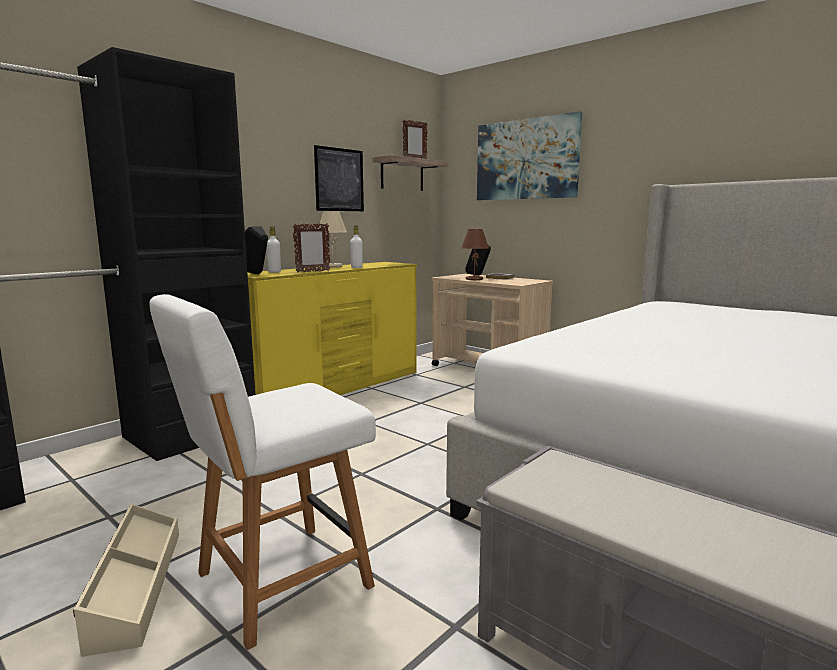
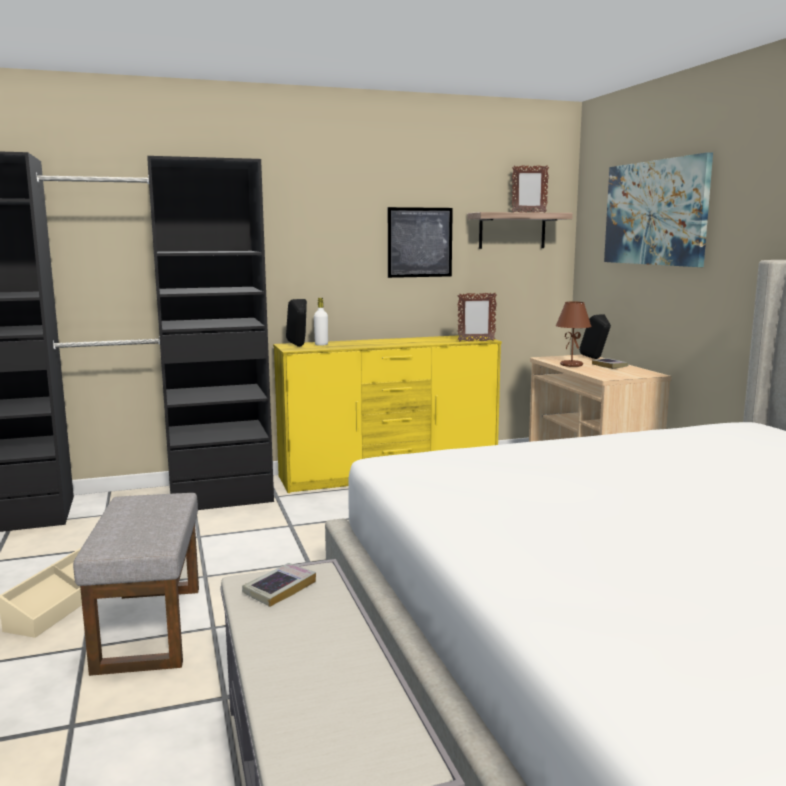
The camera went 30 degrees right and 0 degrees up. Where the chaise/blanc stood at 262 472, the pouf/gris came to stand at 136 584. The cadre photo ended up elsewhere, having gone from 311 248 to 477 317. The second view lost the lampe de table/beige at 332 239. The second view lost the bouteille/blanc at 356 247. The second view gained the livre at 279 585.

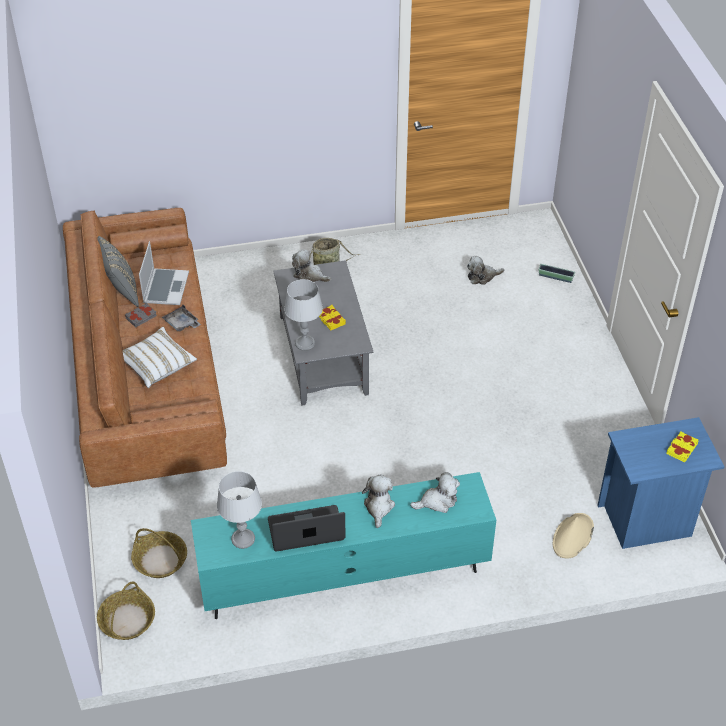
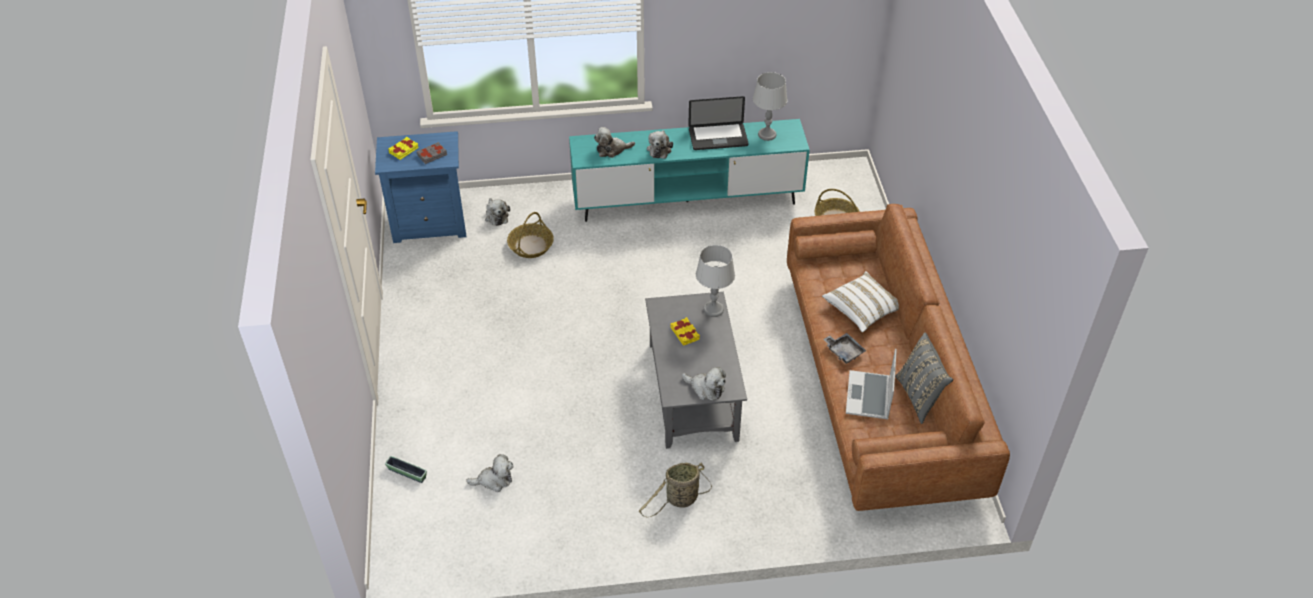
The camera went 175 degrees left and 0 degrees up. The panier ended up elsewhere, having gone from 126 610 to 530 235. The livre/gris ended up elsewhere, having gone from 141 315 to 432 153. Where the chapeau/beige stood at 573 535, the peluche came to stand at 497 212.

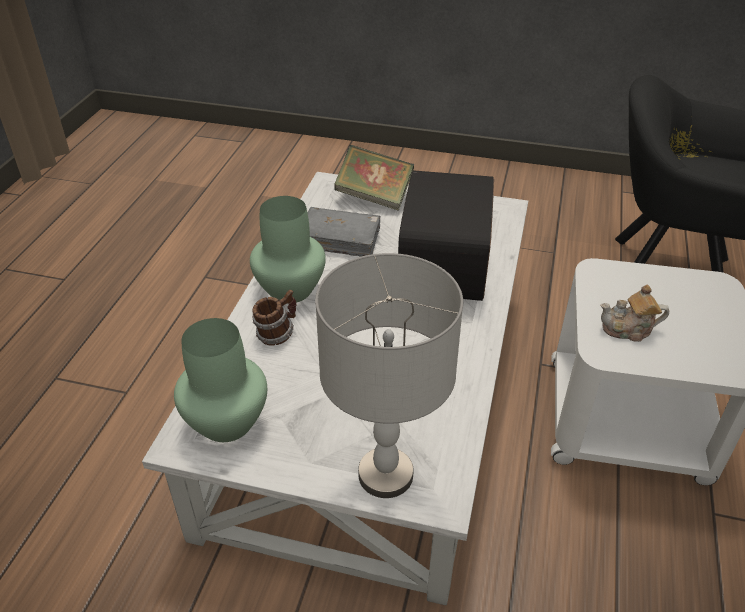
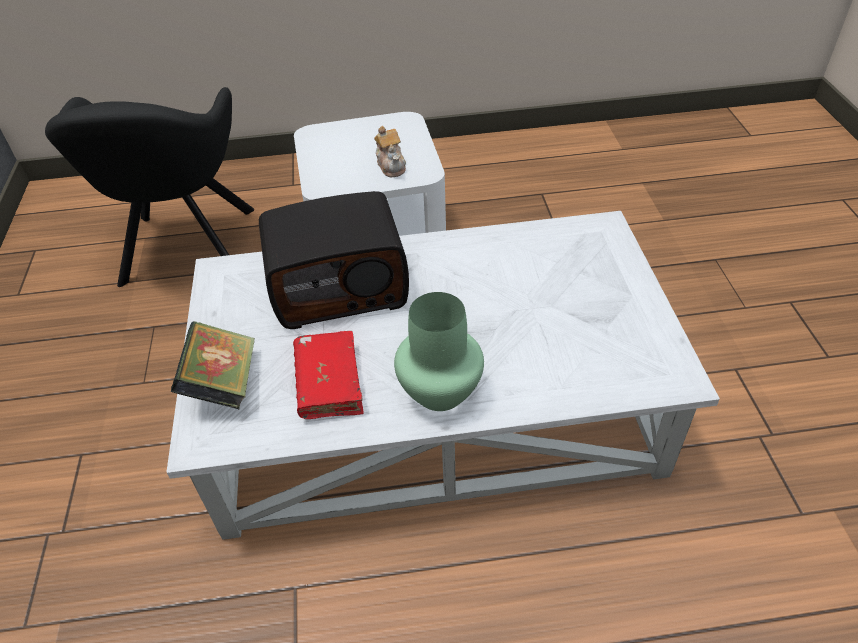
The camera went 110 degrees left and 5 degrees up. The second view lost the vase/vert at 220 380. The second view lost the mug at 274 318. What was the livre/gris at 344 232 turned into the livre/rouge at 328 375. The second view lost the lampe de table/gris at 389 375.

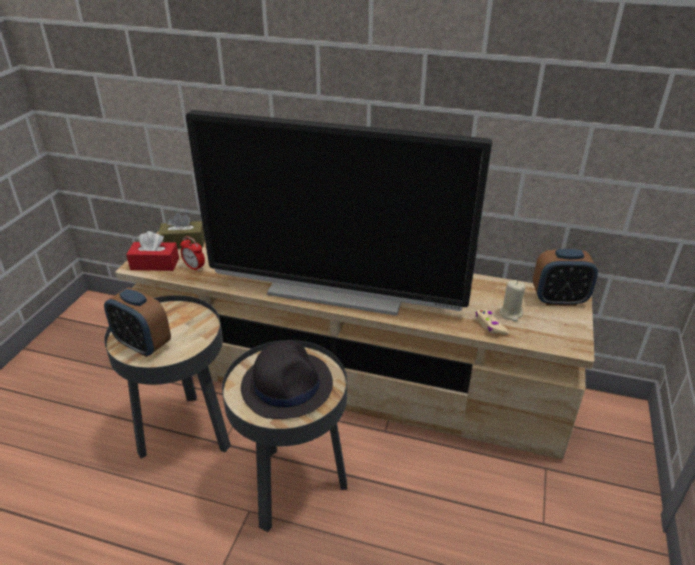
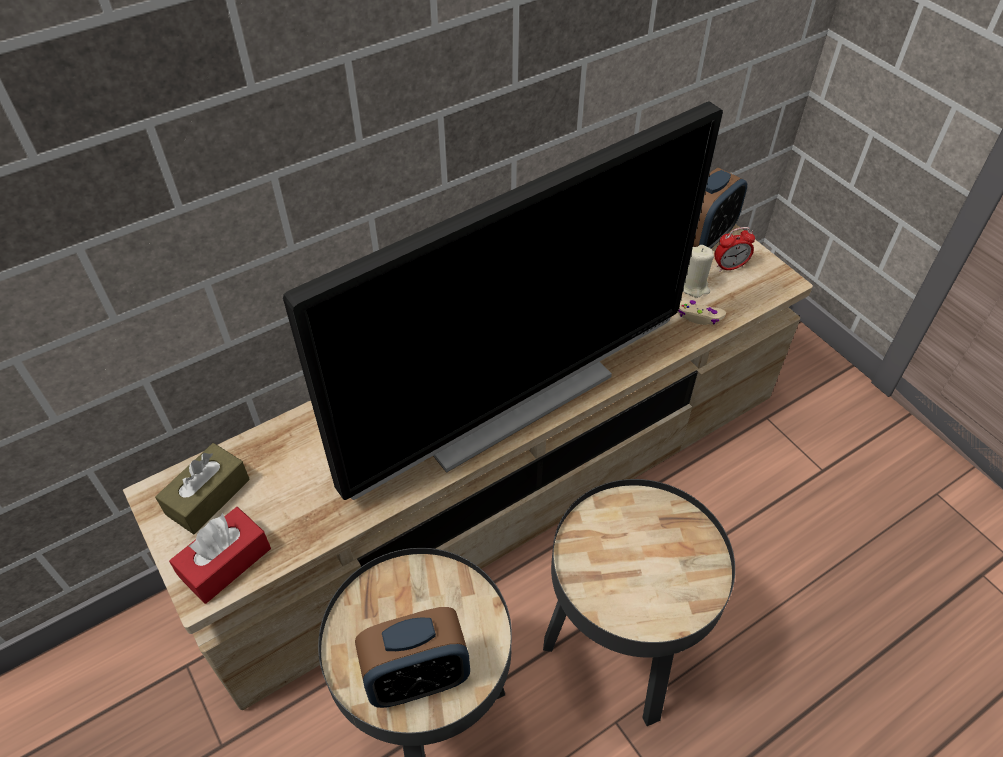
The camera went 50 degrees left and 15 degrees up. The réveil ended up elsewhere, having gone from 192 254 to 734 249. The second view lost the chapeau/noir at 287 380.

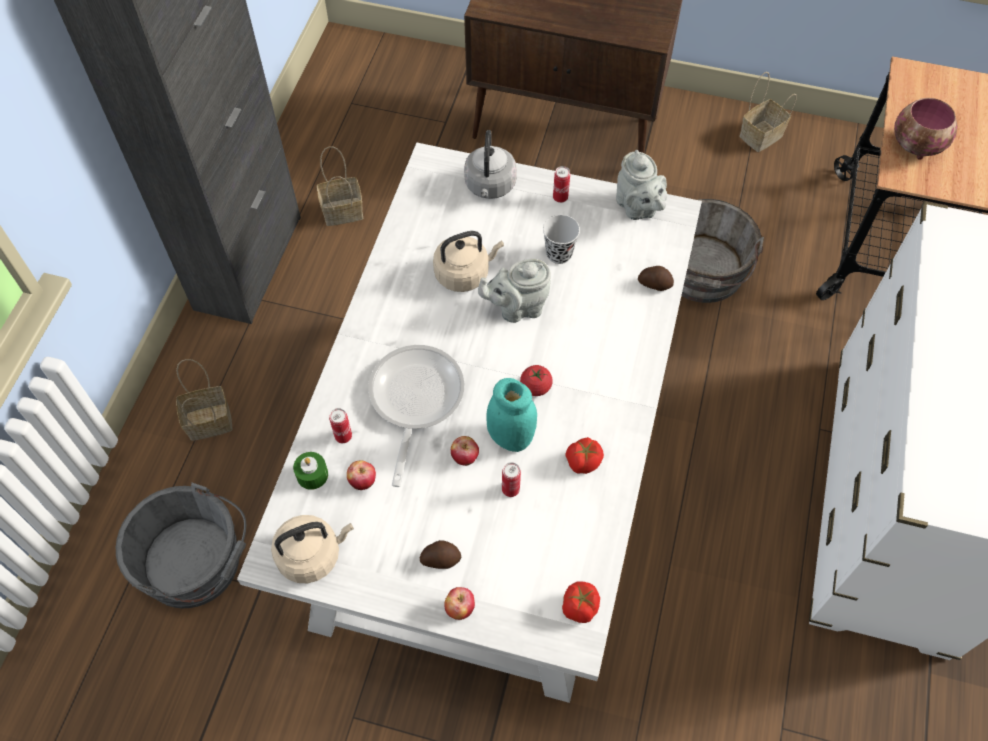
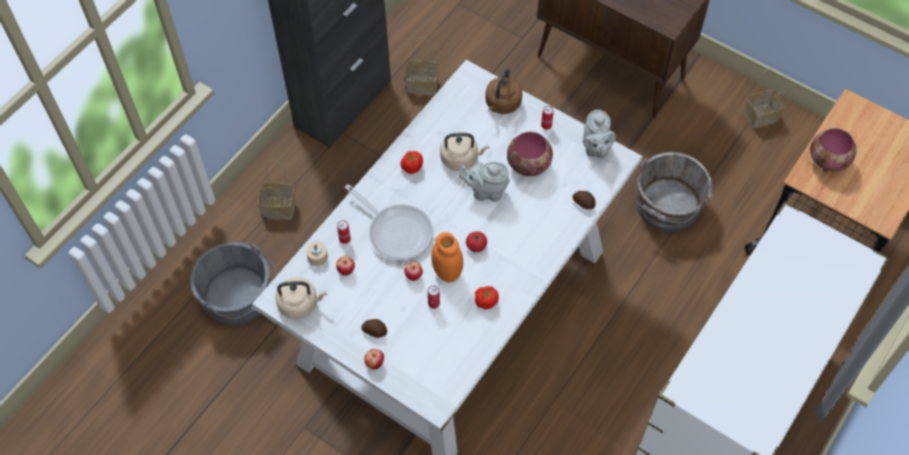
The camera went 20 degrees right and 0 degrees up. What was the bougie/vert at 310 471 turned into the bougie/beige at 317 254. The poêle at 416 416 ended up facing another way, 105 degrees clockwise from before. What was the bouilloire/gris at 490 164 turned into the bouilloire/marron at 503 91. What was the bocal/turquoise at 512 415 turned into the bocal/orange at 447 257. Where the tasse/noir stood at 561 239, the bol came to stand at 530 153. The tomate ended up elsewhere, having gone from 581 602 to 411 162.

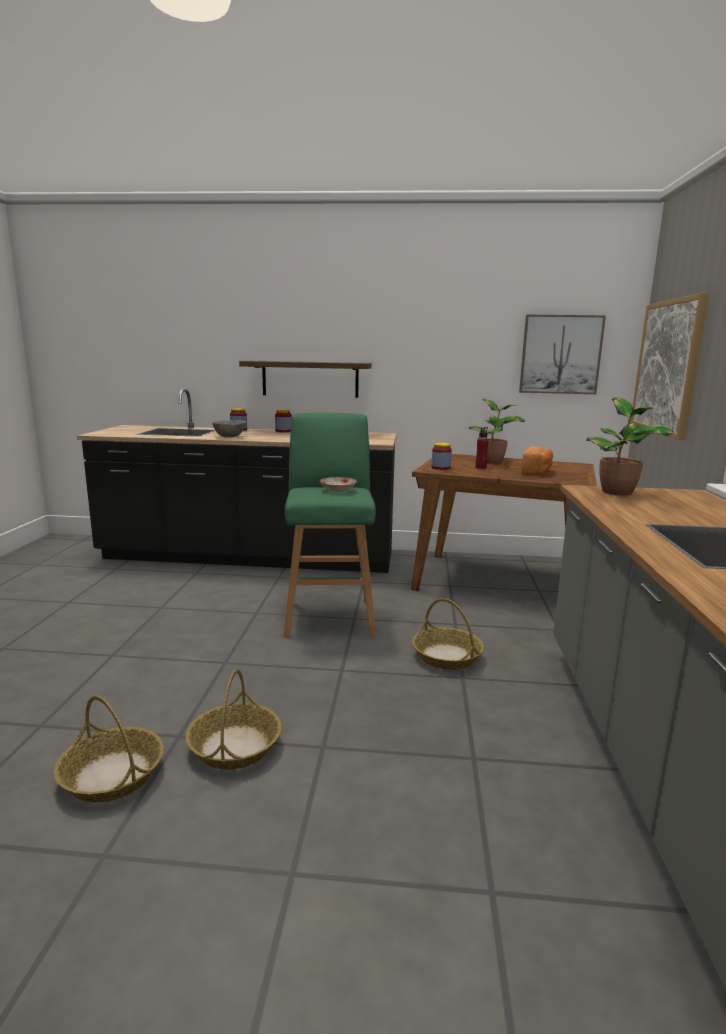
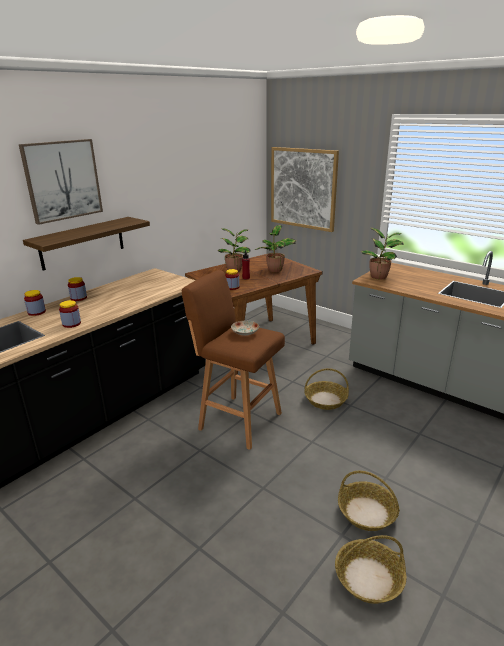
The camera went 55 degrees left and 10 degrees up. Where the bol/gris stood at 229 429, the bocal came to stand at 70 314. What was the tabouret/vert at 330 524 turned into the tabouret/marron at 233 360. The tableau ended up elsewhere, having gone from 562 354 to 61 182. Where the pain stood at 537 460, the plante en pot came to stand at 275 248.

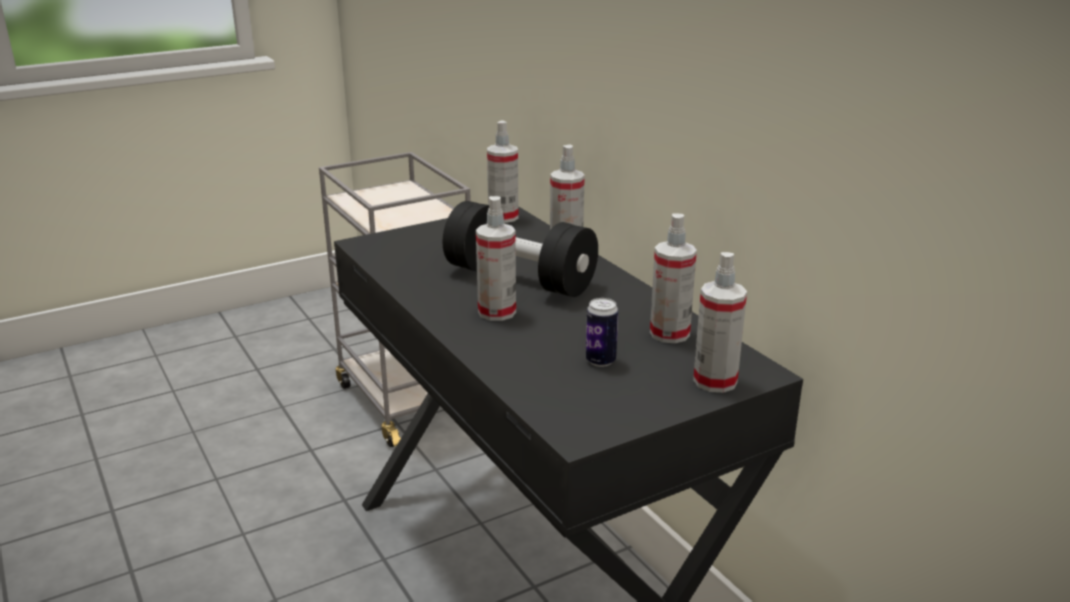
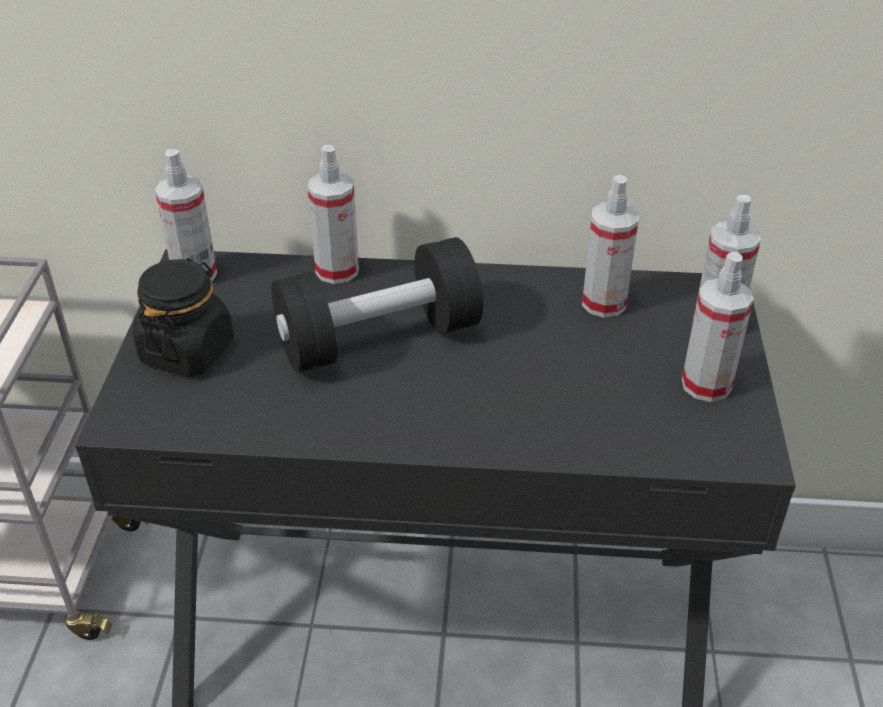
The camera went 55 degrees left and 15 degrees up. The vaporisateur ended up elsewhere, having gone from 496 258 to 718 327. The second view lost the boîte métallique at 602 332. The second view gained the bocal/noir at 183 317.

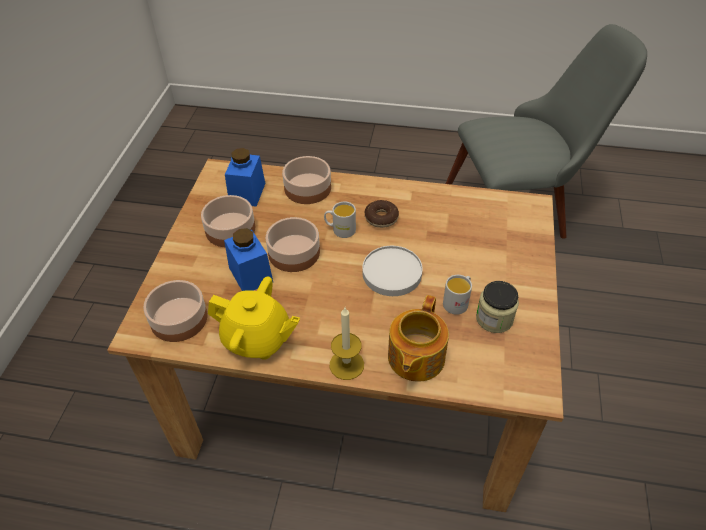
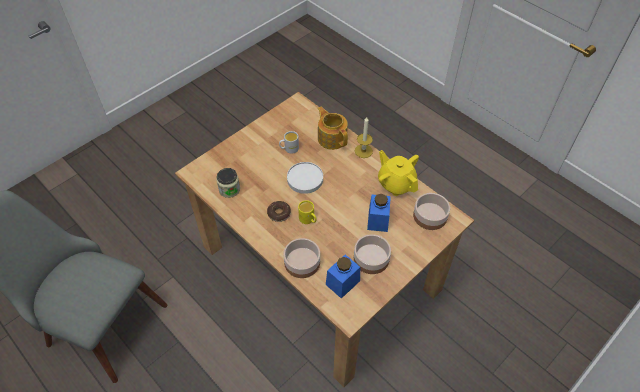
The camera went 145 degrees left and 5 degrees up. The second view lost the bol at 293 244. What was the mug/blanc at 340 220 turned into the mug/jaune at 307 212. The théière at 418 338 ended up facing another way, 90 degrees counterclockwise from before. The bocal ended up elsewhere, having gone from 497 307 to 228 183.

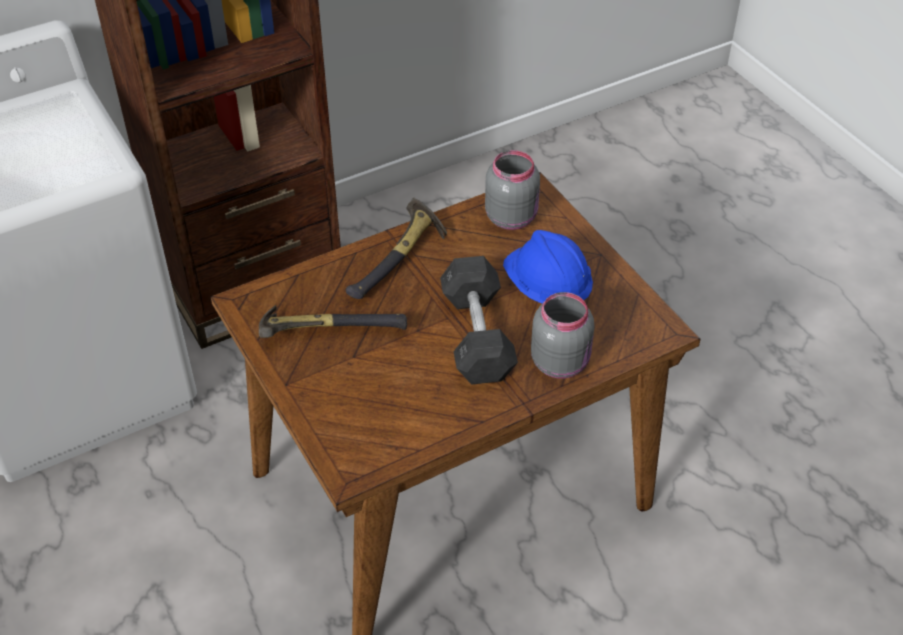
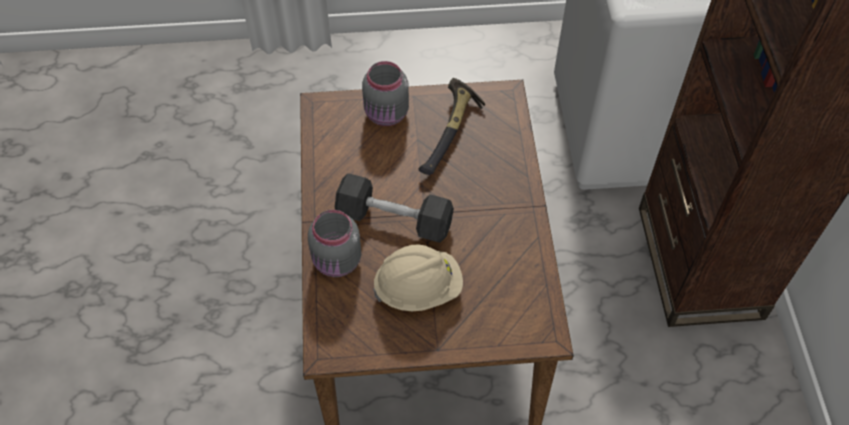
The camera went 115 degrees right and 10 degrees up. The second view lost the marteau at 396 248. The bocal/gris ended up elsewhere, having gone from 512 190 to 385 93. What was the casque de chantier/bleu at 548 267 turned into the casque de chantier/beige at 418 277.

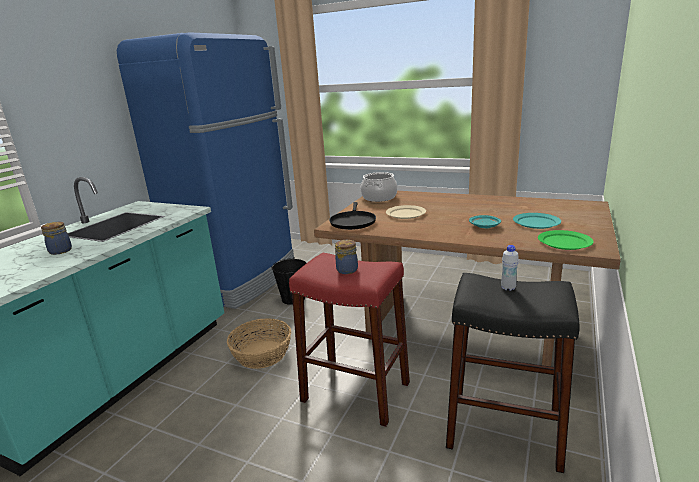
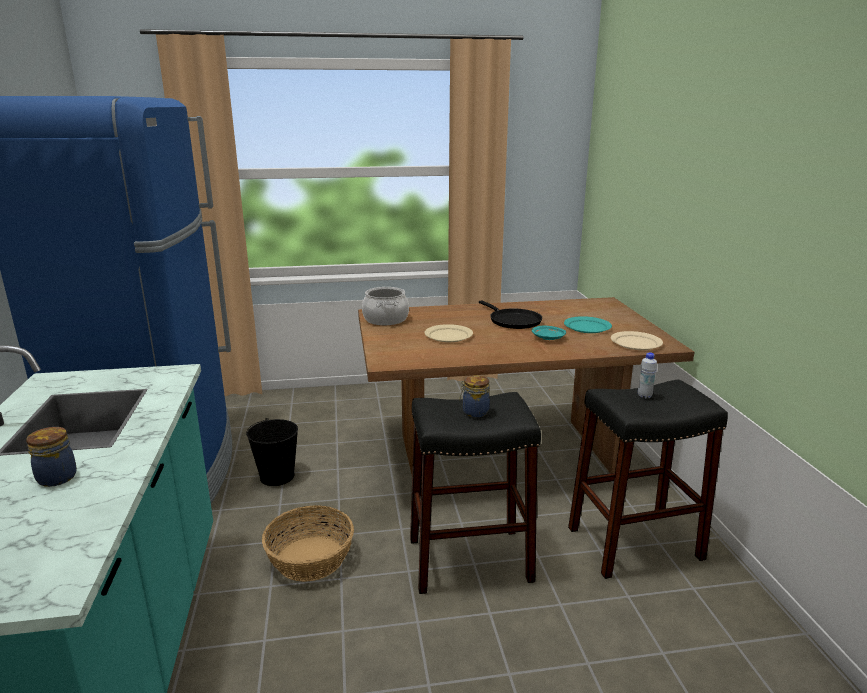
The camera went 35 degrees left and 0 degrees up. What was the tabouret/rouge at 349 340 turned into the tabouret/noir at 475 493. The poêle/noir ended up elsewhere, having gone from 352 216 to 510 314. What was the assiette/vert at 566 240 turned into the assiette/beige at 637 340.

